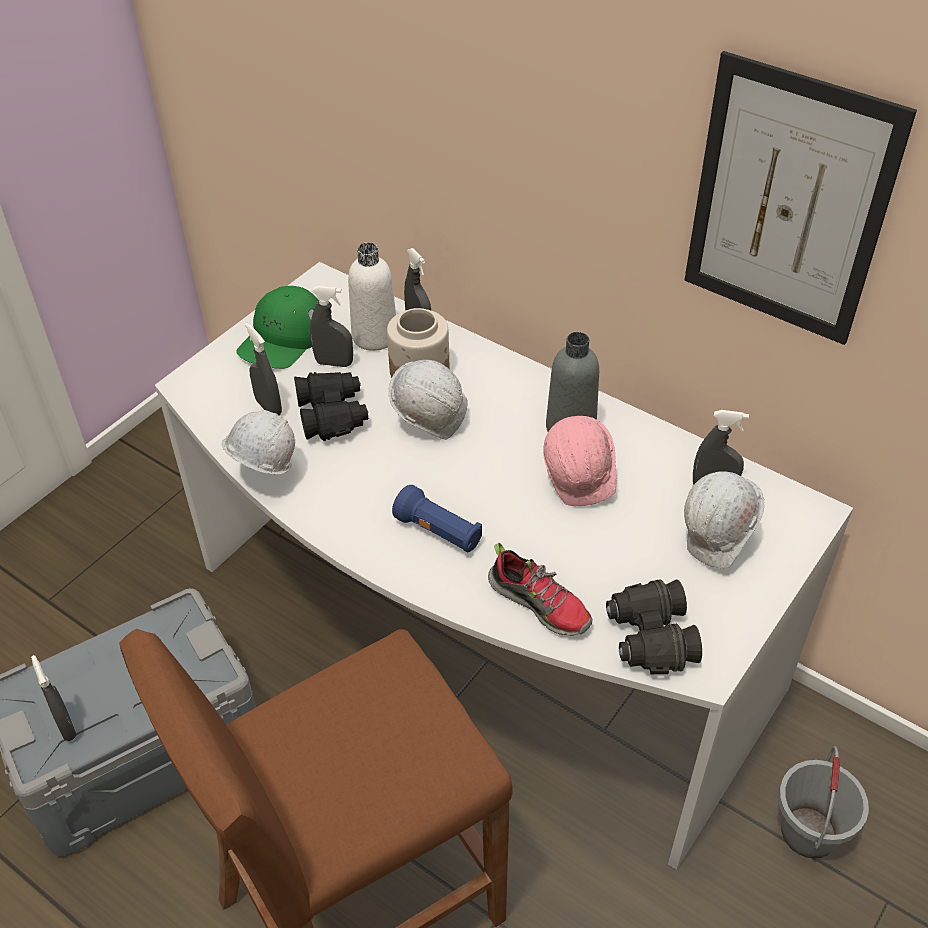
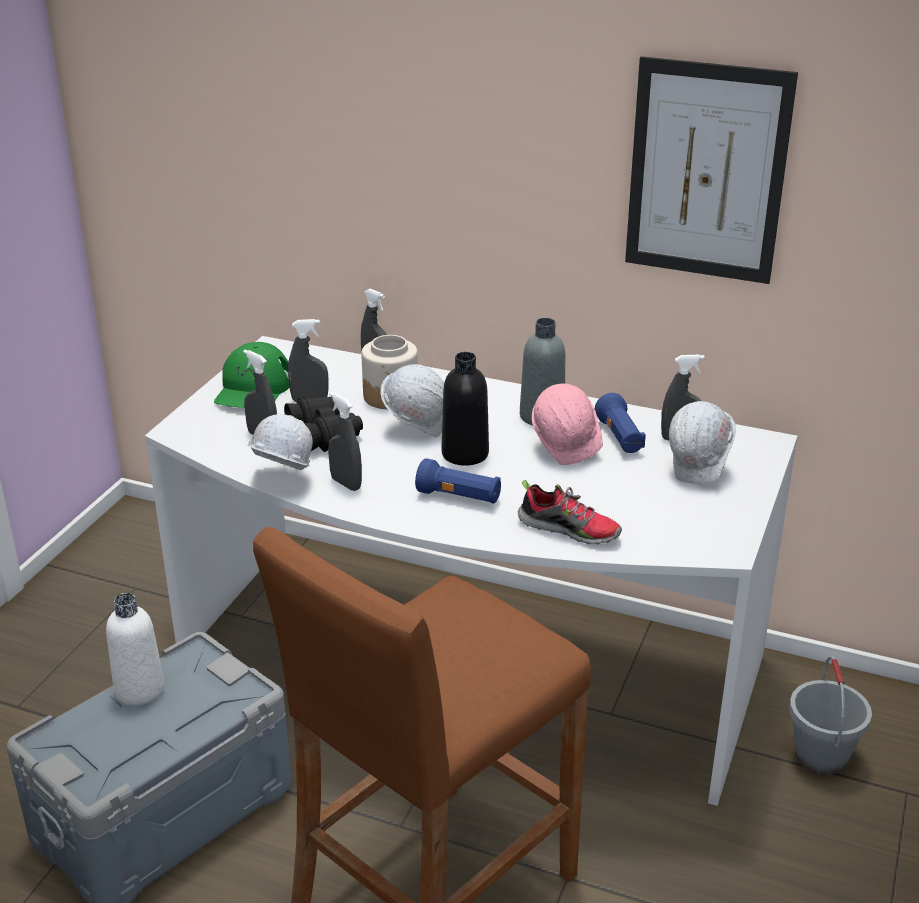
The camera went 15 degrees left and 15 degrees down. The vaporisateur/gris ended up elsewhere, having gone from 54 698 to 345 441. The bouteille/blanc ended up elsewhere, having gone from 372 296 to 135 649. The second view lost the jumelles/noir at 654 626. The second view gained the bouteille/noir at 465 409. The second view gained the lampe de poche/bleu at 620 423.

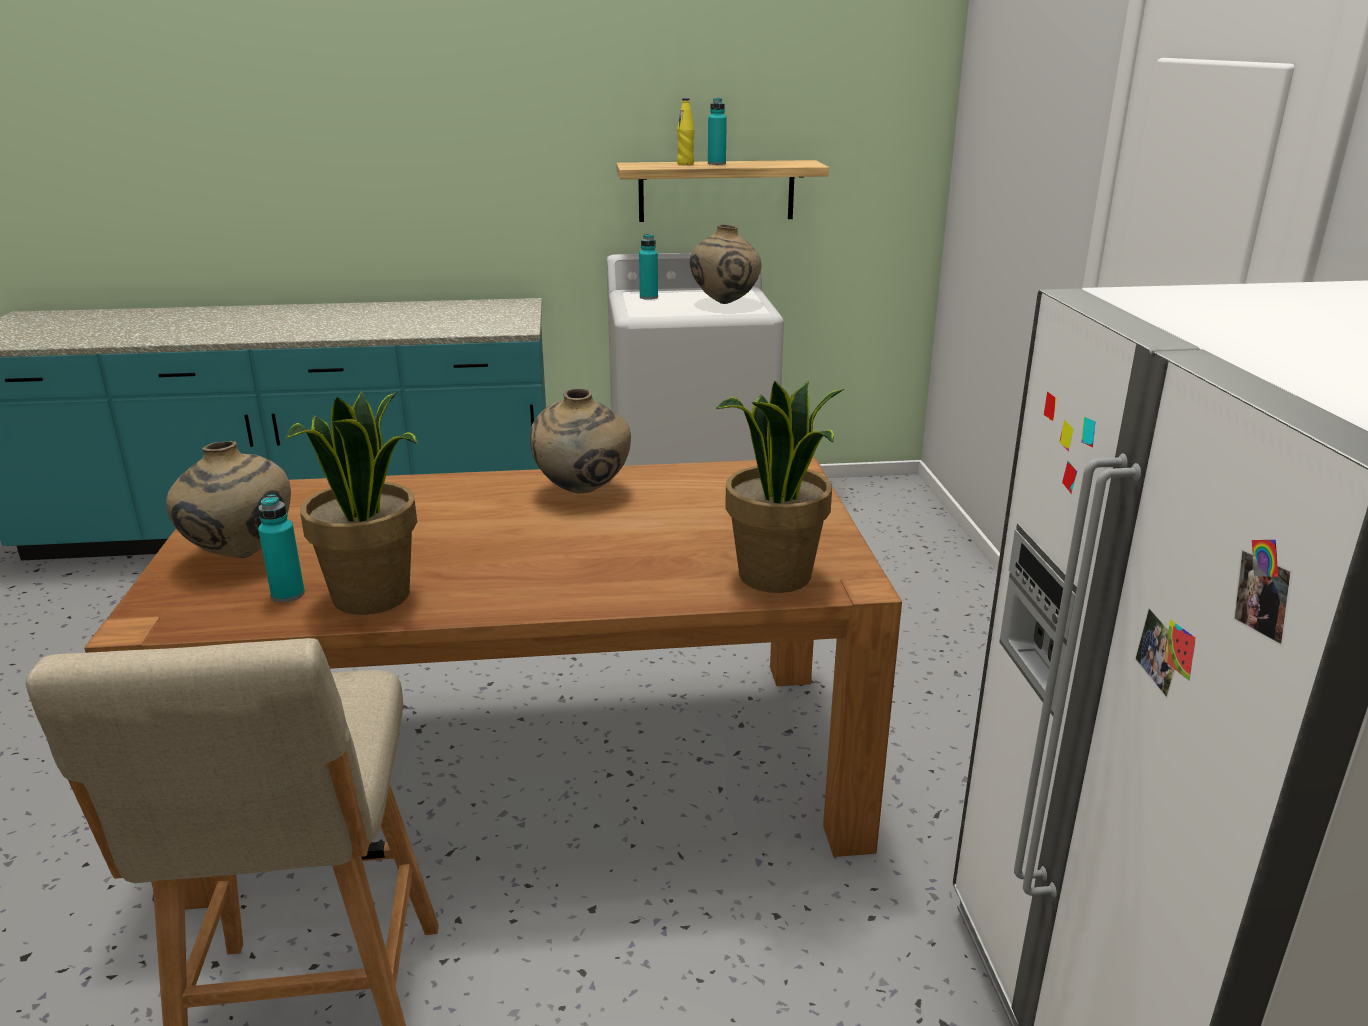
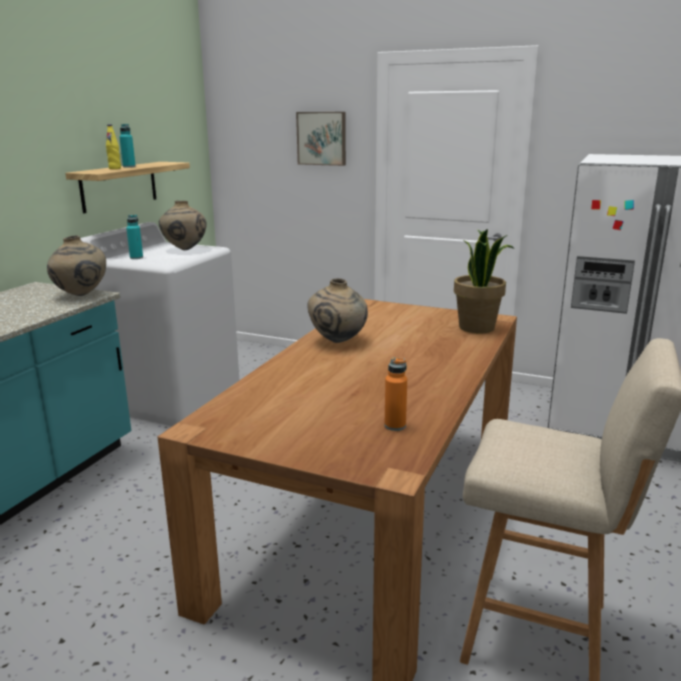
The camera went 60 degrees left and 5 degrees down. The vase/beige ended up elsewhere, having gone from 228 499 to 76 266. What was the bouteille/turquoise at 281 548 turned into the bouteille/orange at 395 394. The second view lost the plante en pot at 351 503. The second view gained the tableau at 321 139.

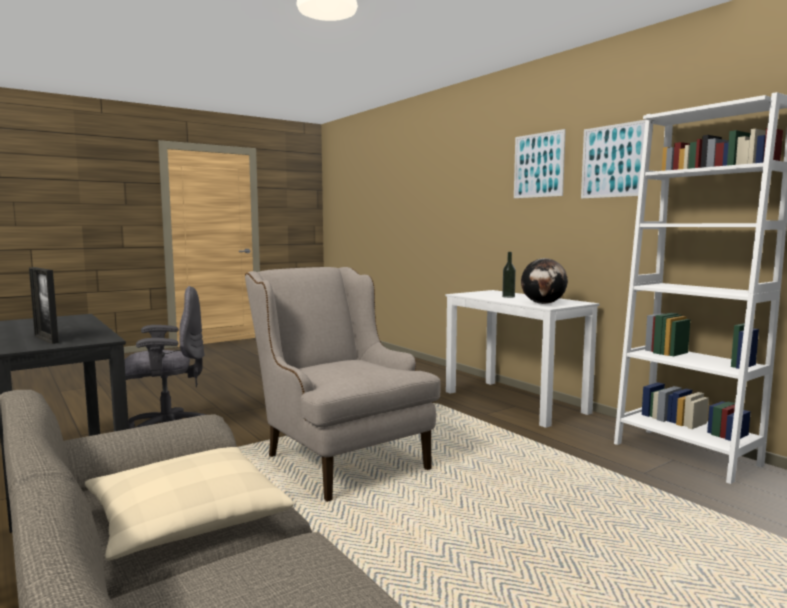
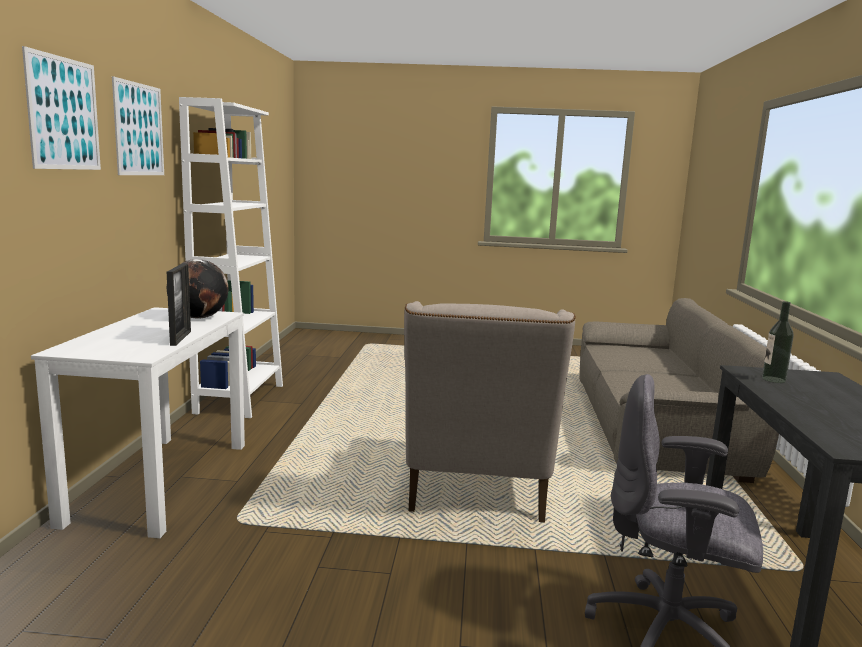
The camera went 140 degrees left and 5 degrees up. The cadre photo ended up elsewhere, having gone from 44 305 to 179 304. The second view lost the coussin/beige at 189 503. The bouteille ended up elsewhere, having gone from 509 275 to 778 342.

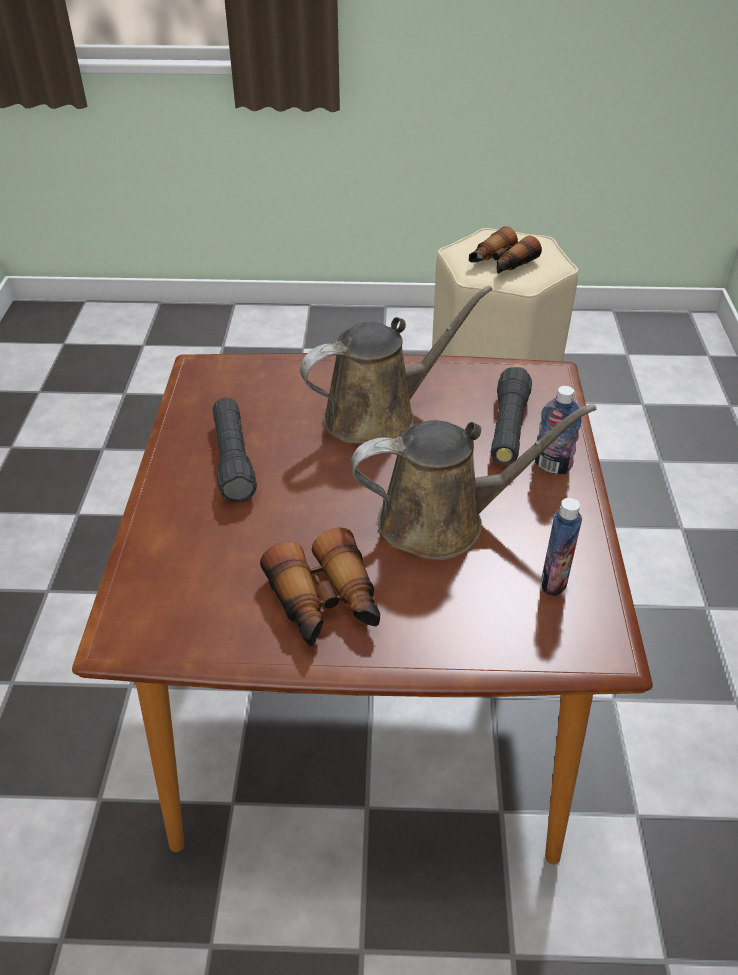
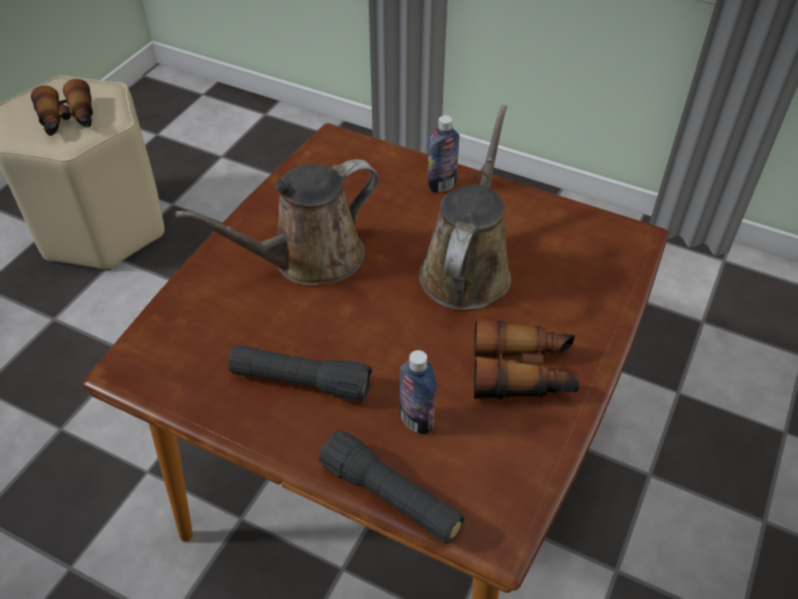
The camera went 65 degrees left and 5 degrees up. The arrosoir/marron at 396 364 ended up facing another way, 120 degrees counterclockwise from before. The lampe de poche/noir ended up elsewhere, having gone from 511 416 to 391 487. The bouteille ended up elsewhere, having gone from 561 547 to 418 392.

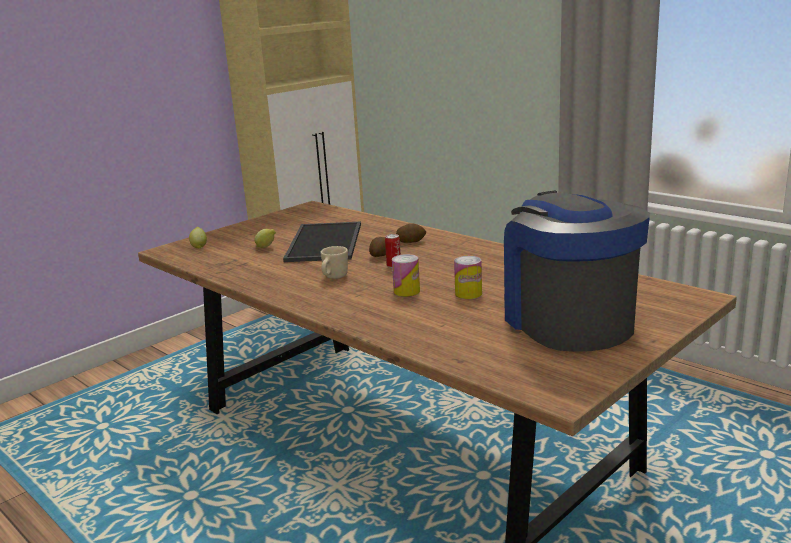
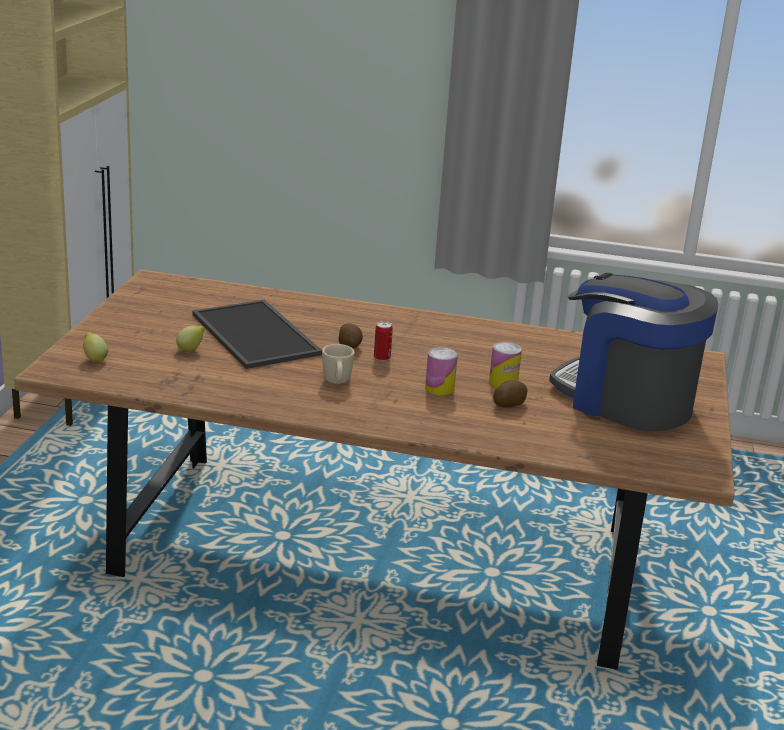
The camera went 35 degrees left and 5 degrees up. The pomme de terre ended up elsewhere, having gone from 411 233 to 510 394.

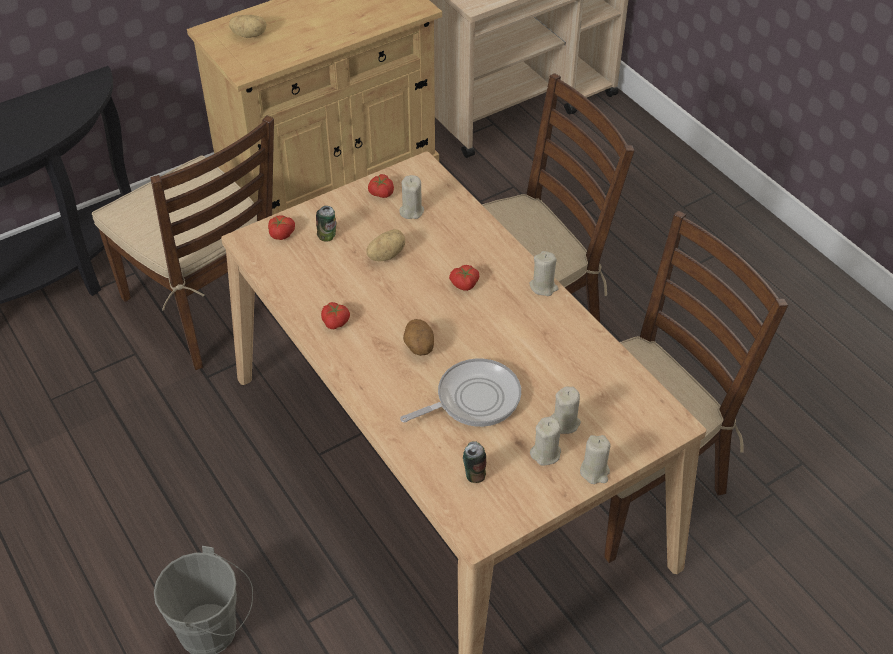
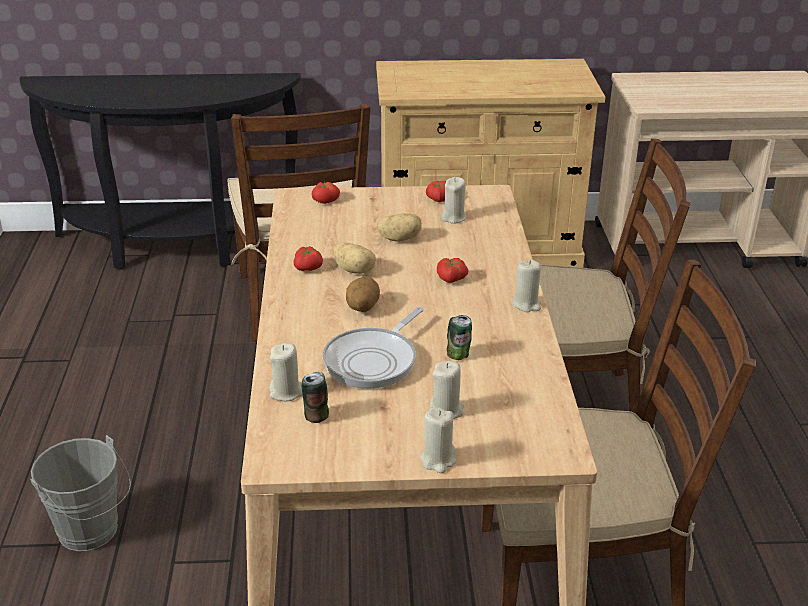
The camera went 30 degrees right and 15 degrees down. The pomme de terre ended up elsewhere, having gone from 248 26 to 355 258. The boîte métallique ended up elsewhere, having gone from 326 223 to 459 337. The poêle at 460 392 ended up facing another way, 120 degrees clockwise from before. The bougie/beige ended up elsewhere, having gone from 545 441 to 286 372.

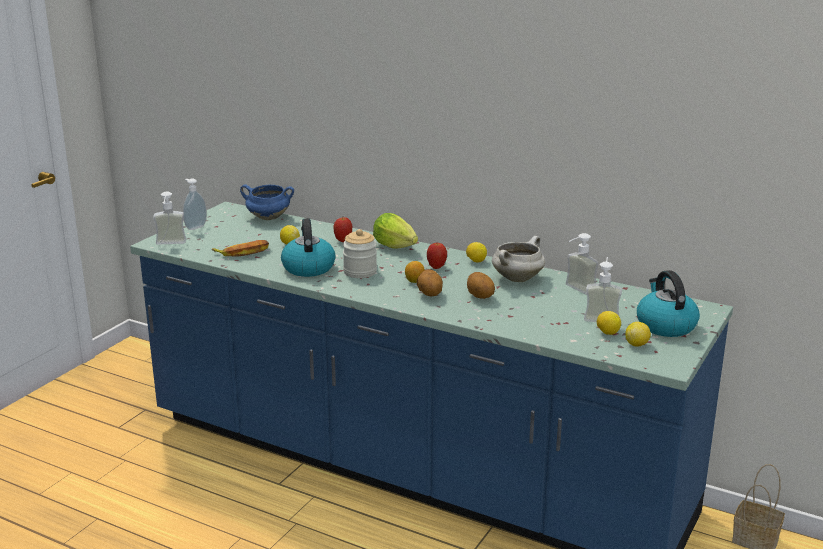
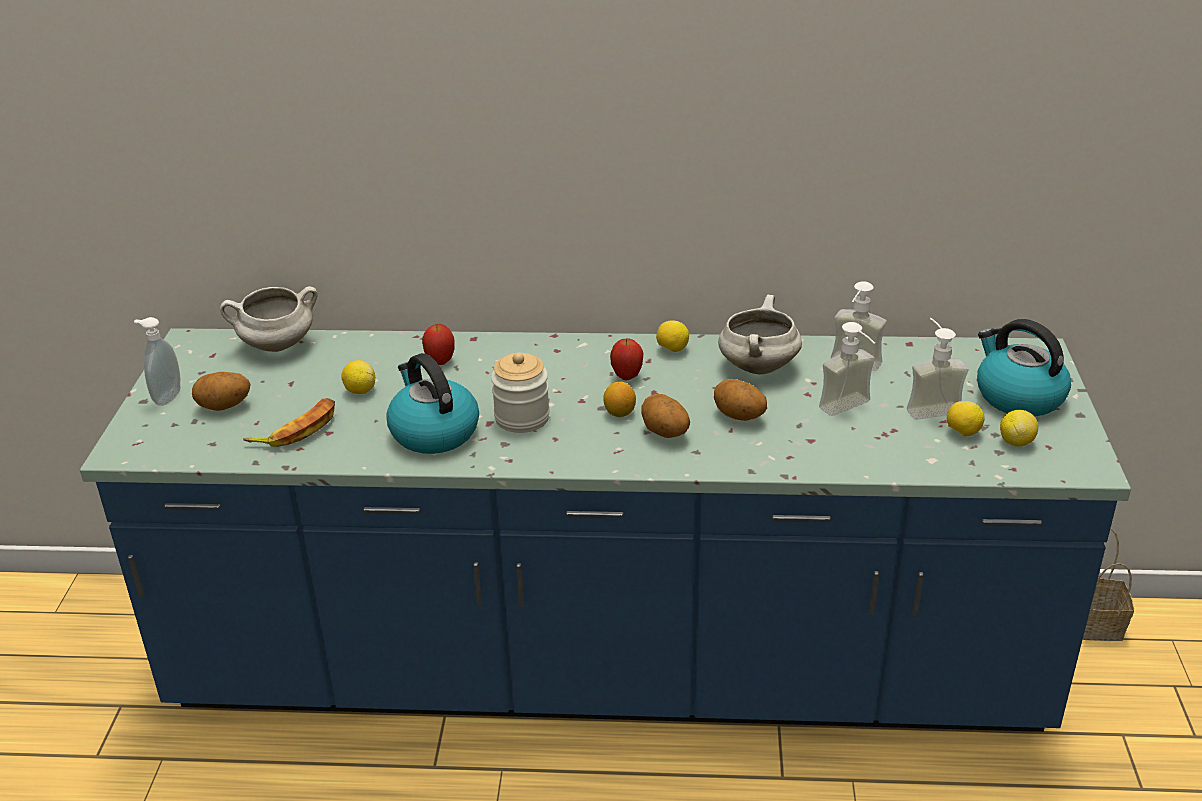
The camera went 25 degrees left and 10 degrees up. The distributeur de savon ended up elsewhere, having gone from 169 218 to 847 369. What was the marmite/bleu at 267 202 turned into the marmite/blanc at 269 319. The second view lost the laitue at 395 231. The second view gained the pomme de terre at 221 391.

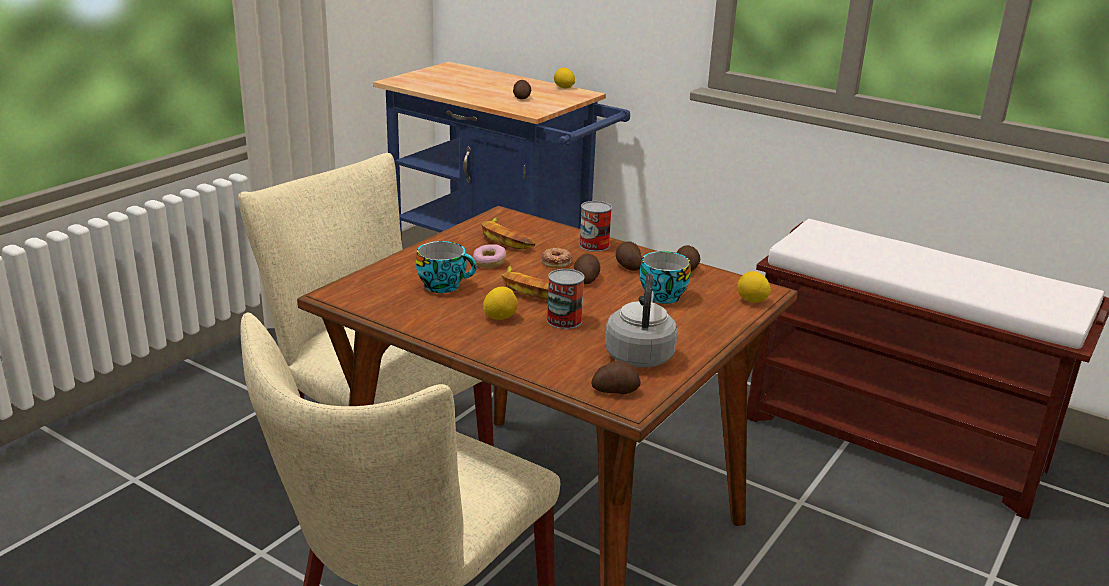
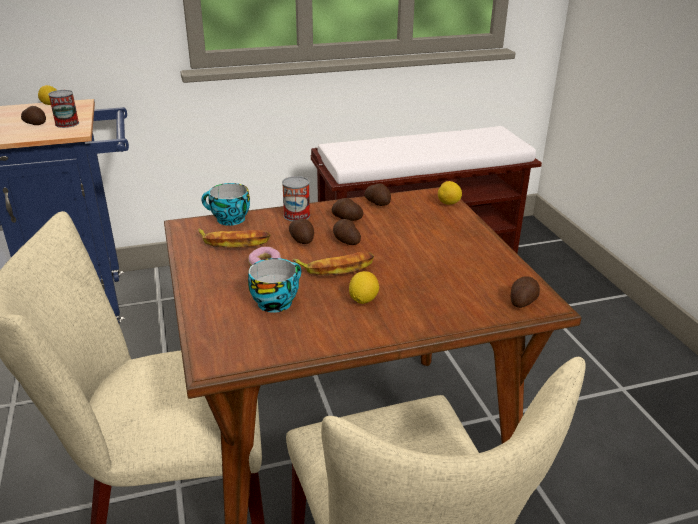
The camera went 50 degrees left and 5 degrees up. Where the beignet stood at 557 258, the pomme de terre came to stand at 301 231. The boîte métallique ended up elsewhere, having gone from 566 299 to 63 109. The second view lost the bouilloire/gris at 641 321. The tasse ended up elsewhere, having gone from 665 277 to 226 204.

